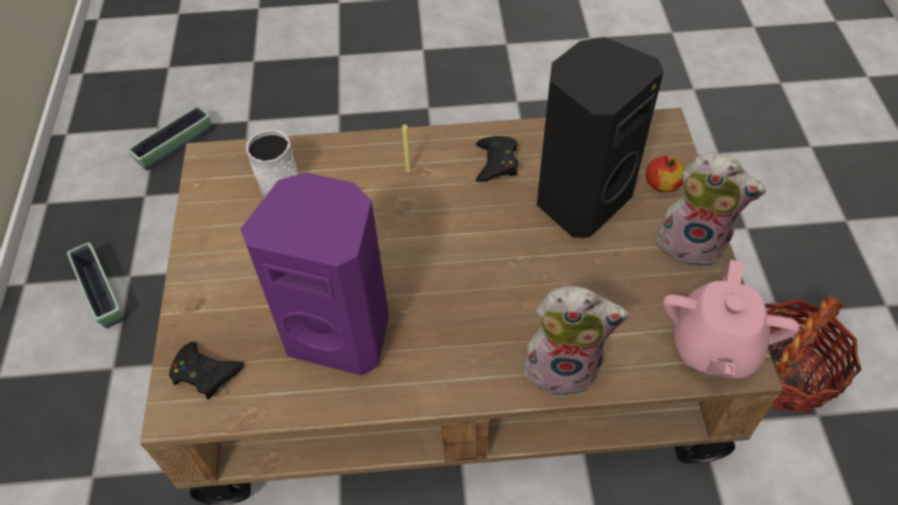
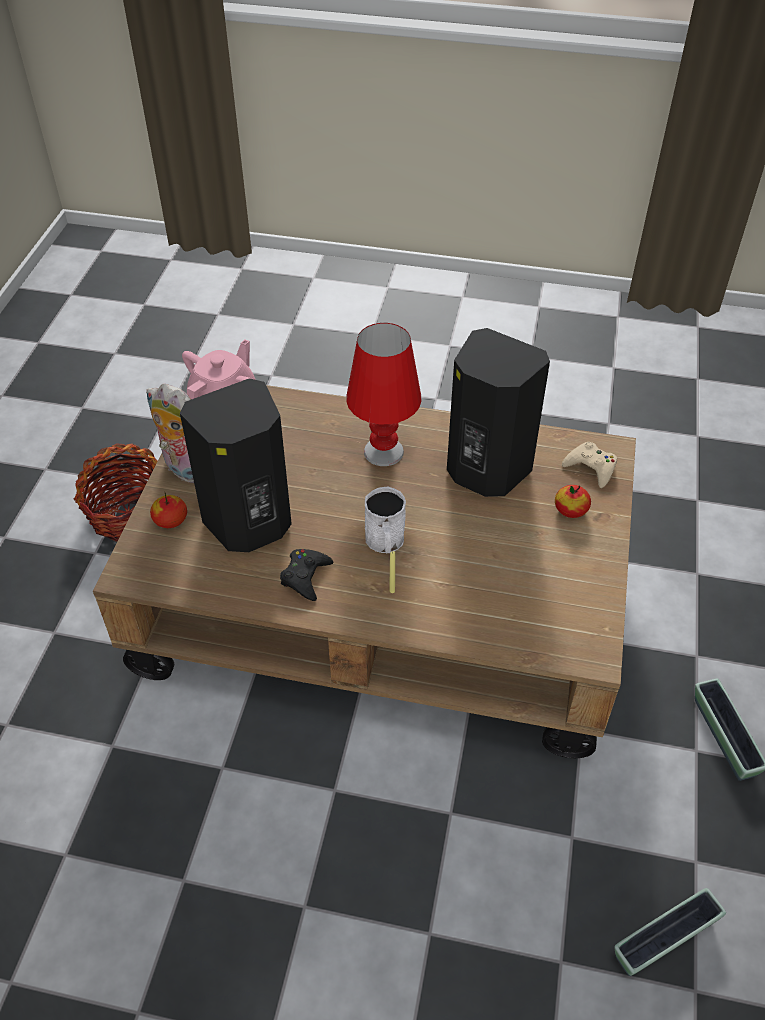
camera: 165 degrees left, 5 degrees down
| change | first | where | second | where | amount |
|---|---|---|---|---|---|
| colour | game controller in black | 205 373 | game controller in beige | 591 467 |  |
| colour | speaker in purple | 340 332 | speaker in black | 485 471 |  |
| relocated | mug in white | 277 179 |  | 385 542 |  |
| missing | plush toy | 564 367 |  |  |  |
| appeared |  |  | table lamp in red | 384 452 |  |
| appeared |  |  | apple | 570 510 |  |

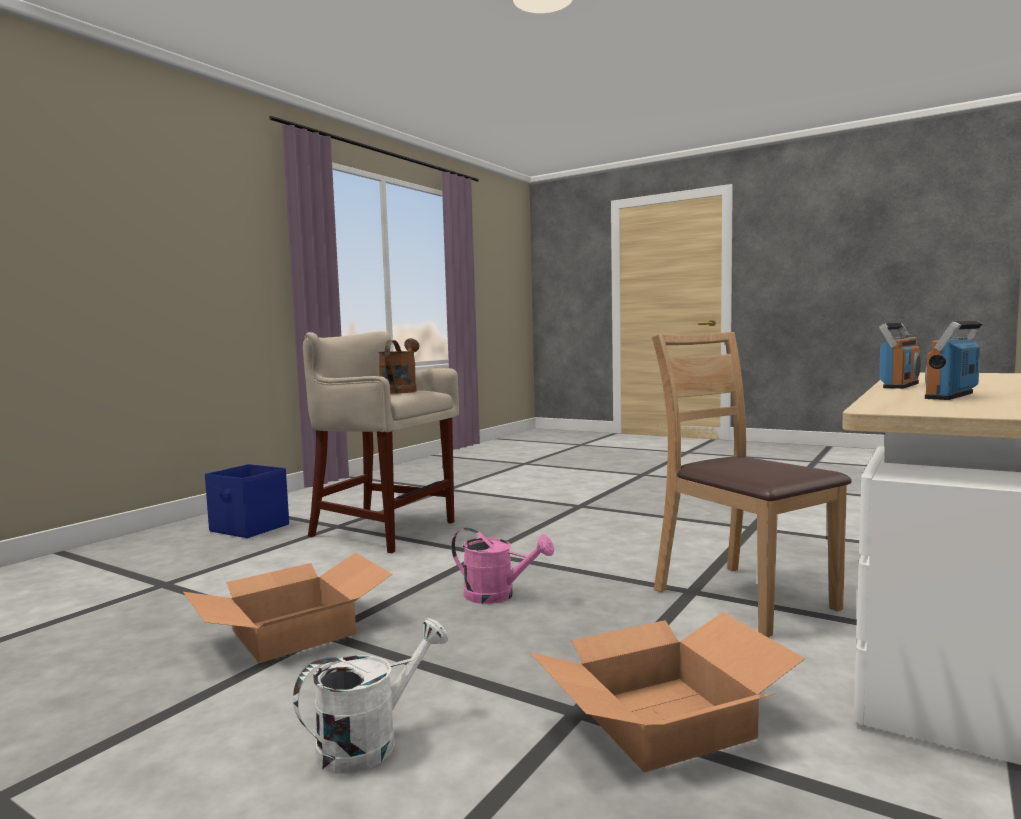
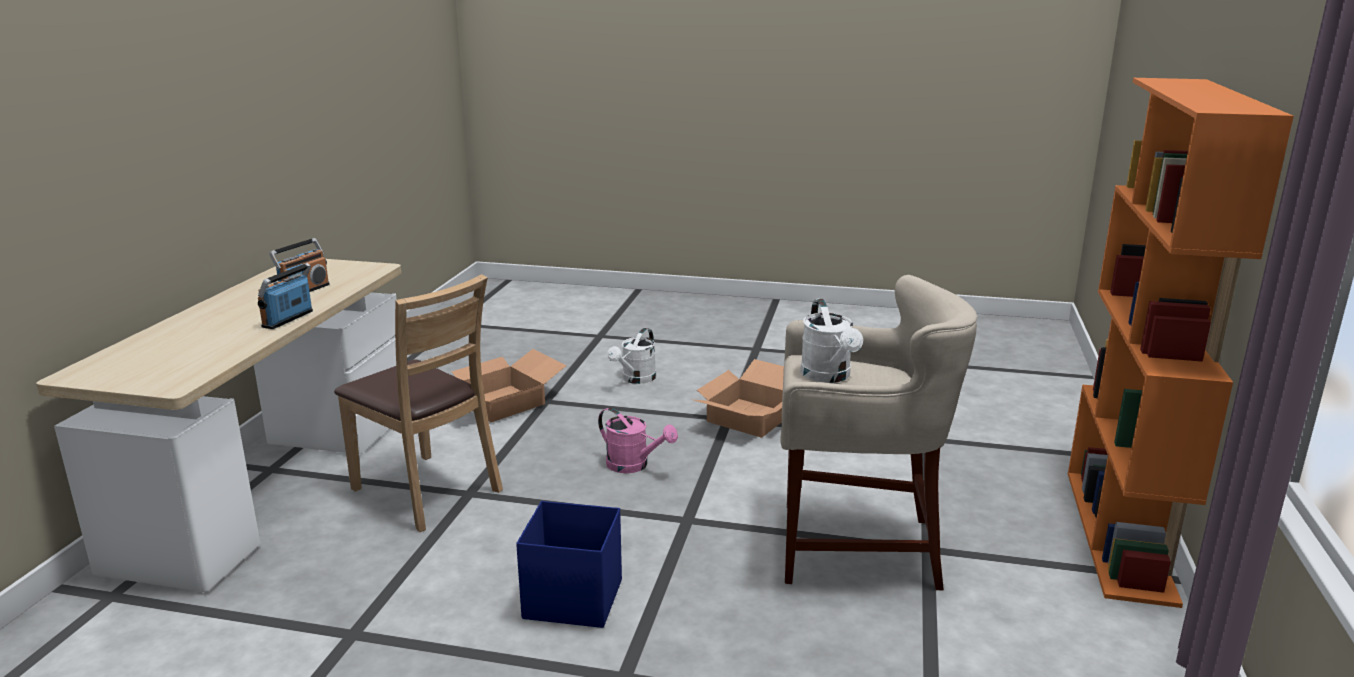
camera: 160 degrees right, 15 degrees up
| change | first | where | second | where | amount |
|---|---|---|---|---|---|
| relocated | storage box in blue | 250 528 |  | 572 599 |  |
| colour | watering can in brown | 400 391 | watering can in white | 829 376 |  |
| spun | watering can in pink | 498 595 |  | 634 465 | 150 degrees counterclockwise |
| appeared |  |  | bookcase in orange | 1120 534 |  |

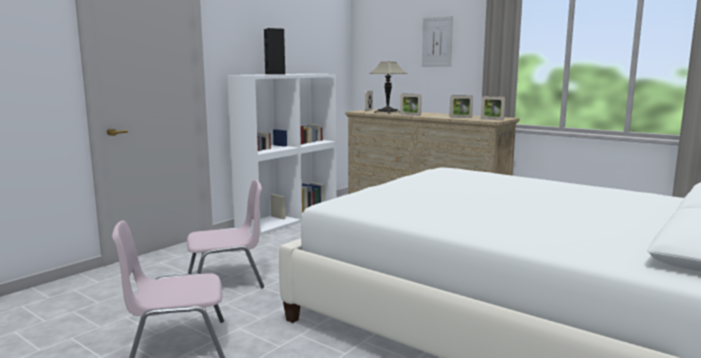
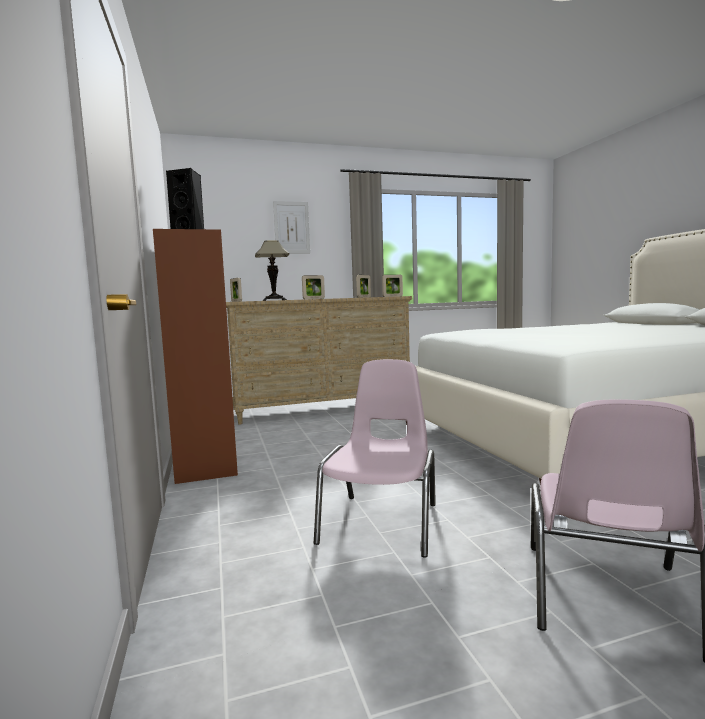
camera: 55 degrees left, 5 degrees down
| change | first | where | second | where | amount |
|---|---|---|---|---|---|
| colour | bookcase in white | 288 219 | bookcase in brown | 206 451 |  |

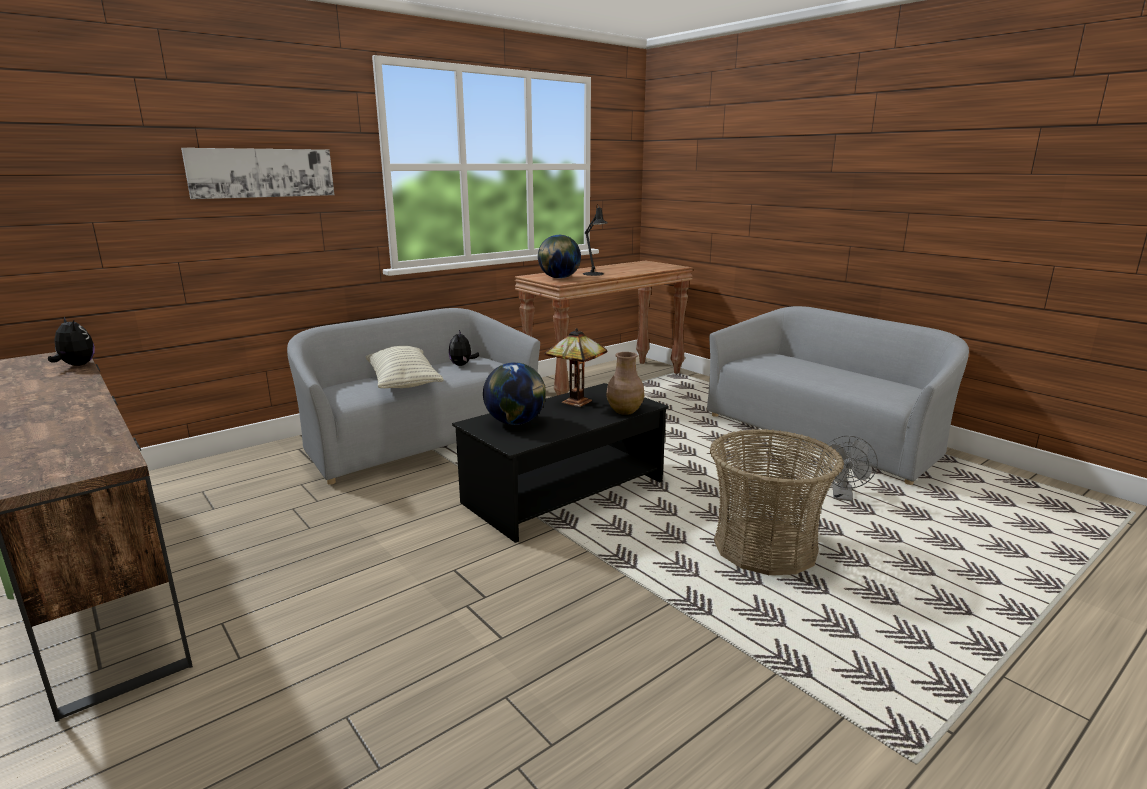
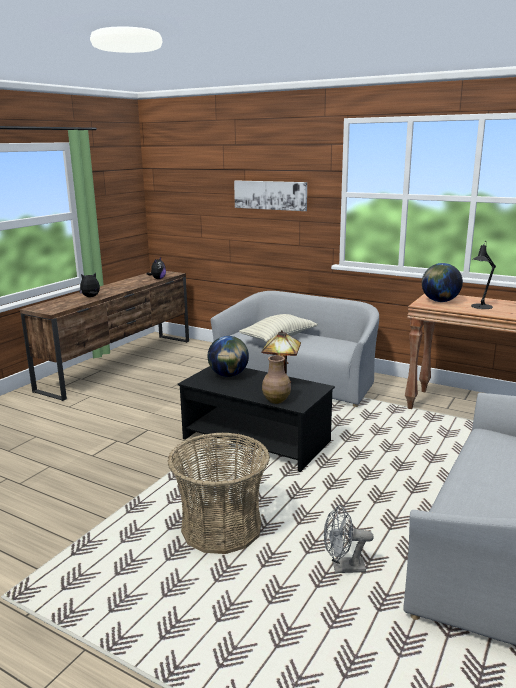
camera: 70 degrees right, 0 degrees up
| change | first | where | second | where | amount |
|---|---|---|---|---|---|
| relocated | plush toy | 462 365 |  | 91 297 |  |

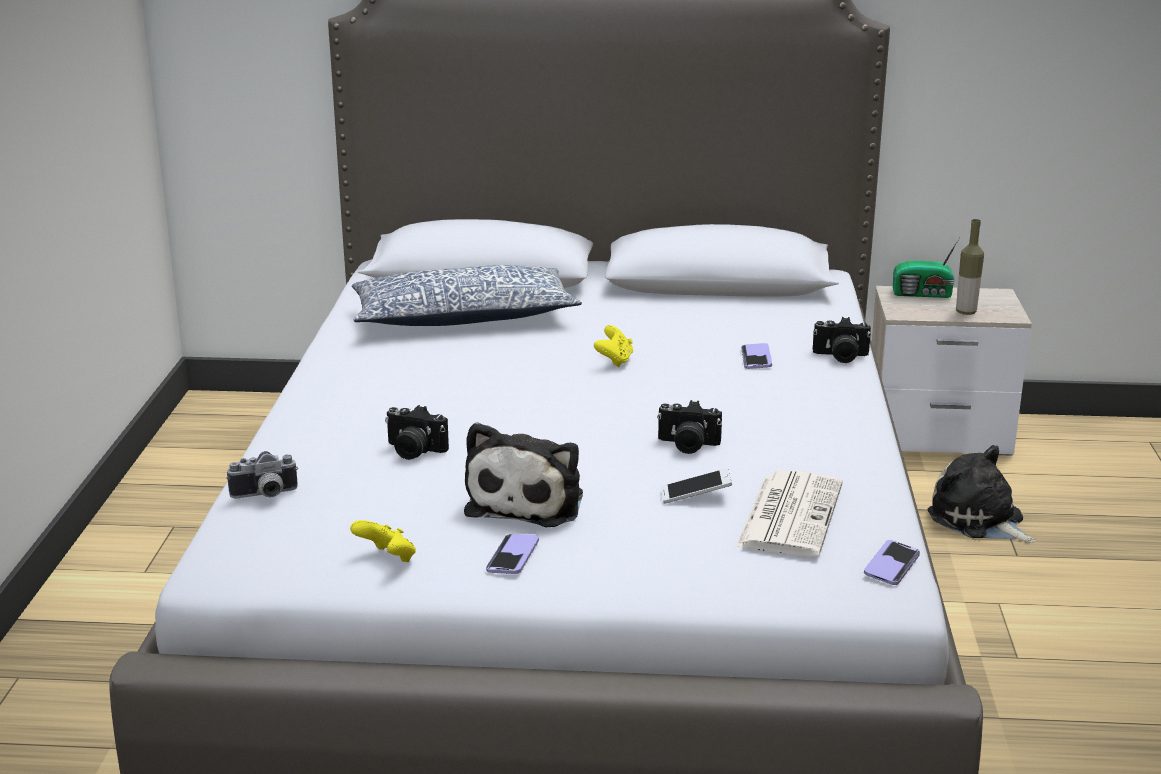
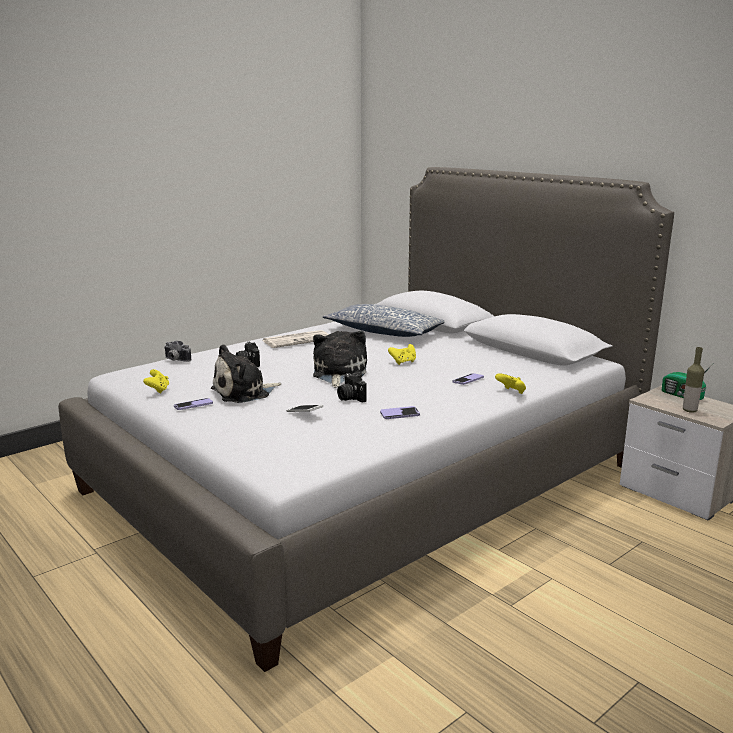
camera: 45 degrees right, 5 degrees down
| change | first | where | second | where | amount |
|---|---|---|---|---|---|
| relocated | newspaper | 789 514 |  | 297 340 |  |
| exchanged | photo camera | 840 357 | game controller in yellow | 511 392 |  |
| relocated | phone | 892 565 |  | 400 414 |  |
| relocated | plush toy | 979 520 |  | 338 373 |  |

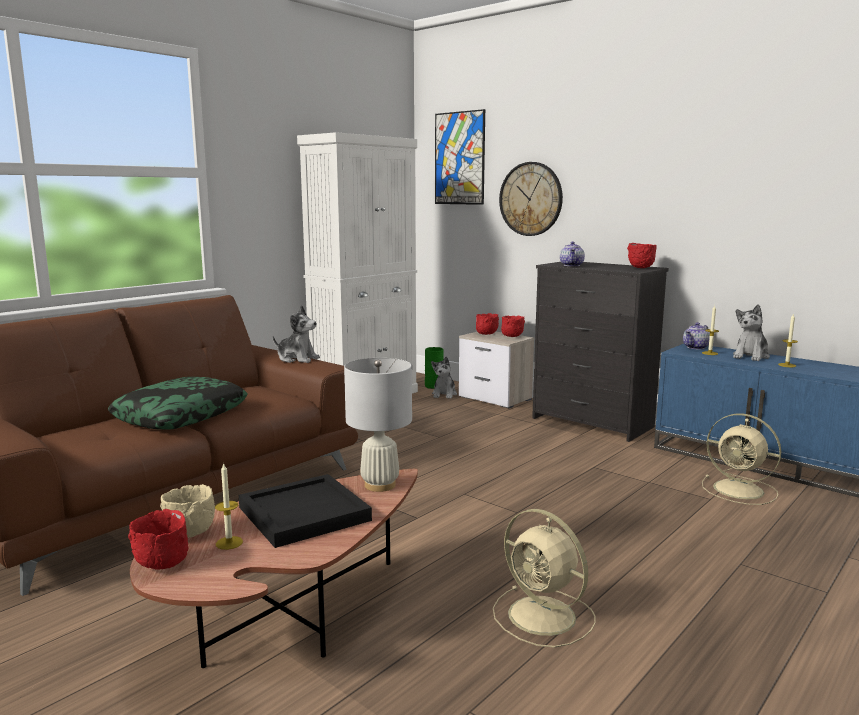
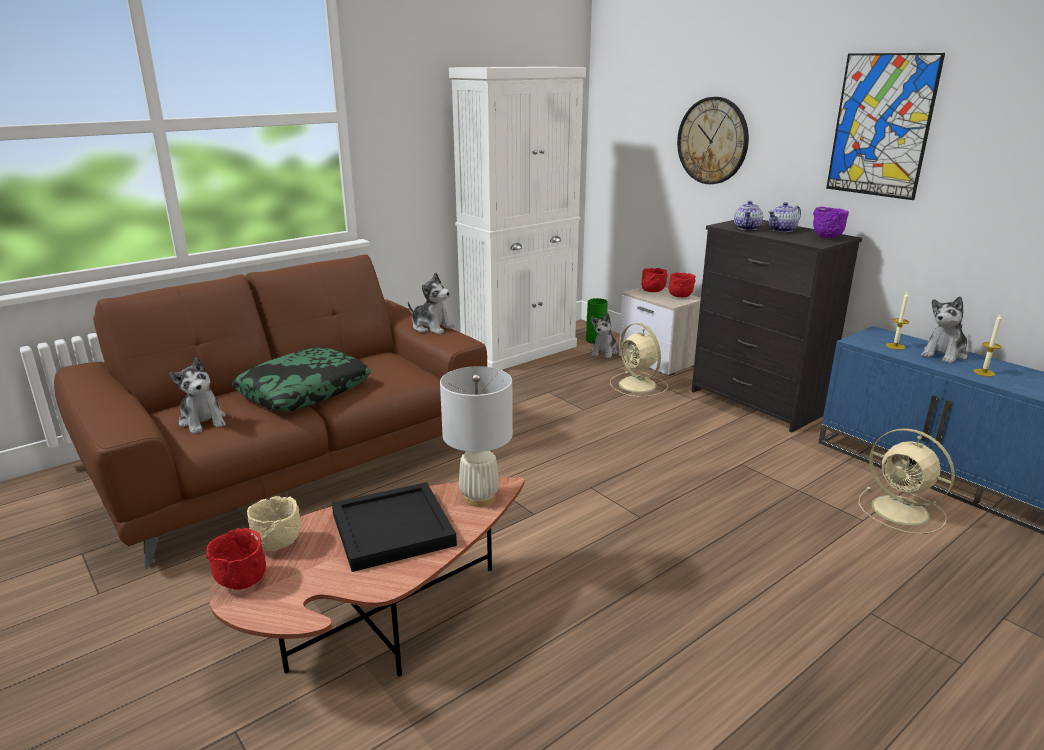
camera: 10 degrees right, 10 degrees up
| change | first | where | second | where | amount |
|---|---|---|---|---|---|
| missing | candle | 229 543 |  |  |  |
| relocated | picture | 459 158 |  | 881 126 |  |
| relocated | fan in beige | 544 617 |  | 638 385 |  |
| colour | bowl in red | 640 268 | bowl in purple | 826 238 |  |
| relocated | teapot | 696 347 |  | 782 230 |  |
| appeared |  |  | plush toy | 203 421 |  |

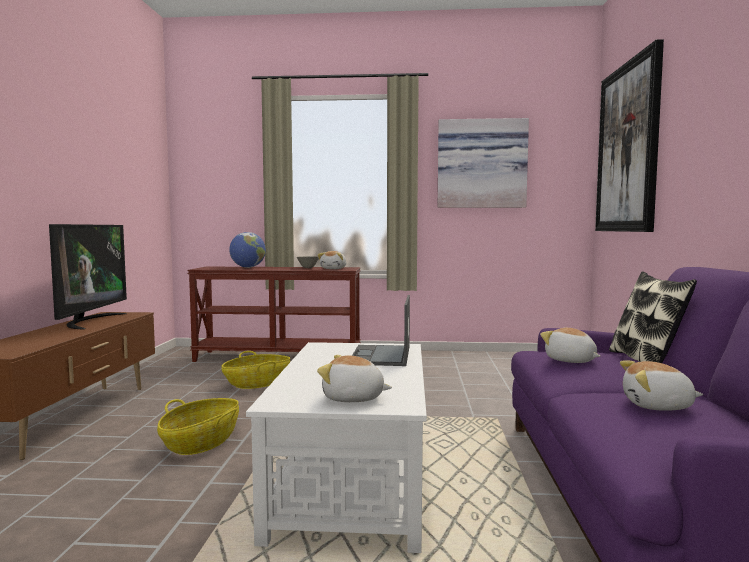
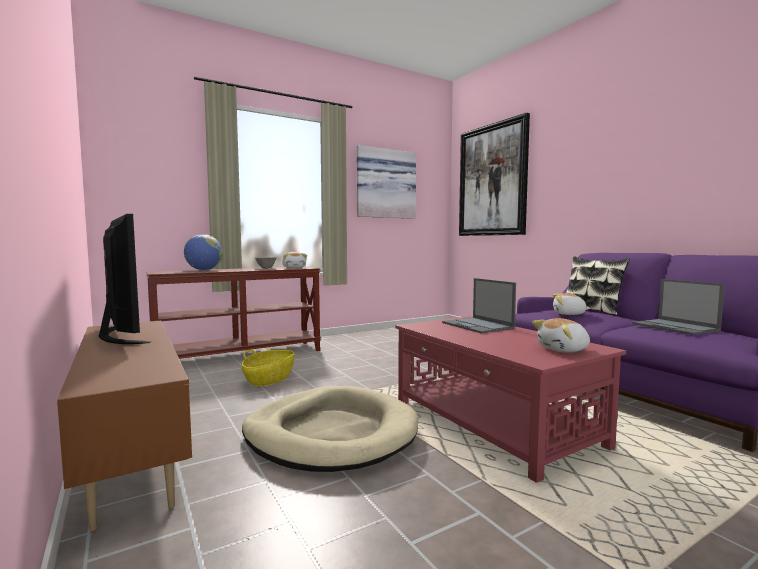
camera: 35 degrees left, 0 degrees up
| change | first | where | second | where | amount |
|---|---|---|---|---|---|
| exchanged | basket | 201 442 | dog bed in beige | 331 433 |  |
| colour | coffee table in white | 352 480 | coffee table in red | 493 424 |  |
| exchanged | plush toy | 657 406 | laptop | 676 327 |  |

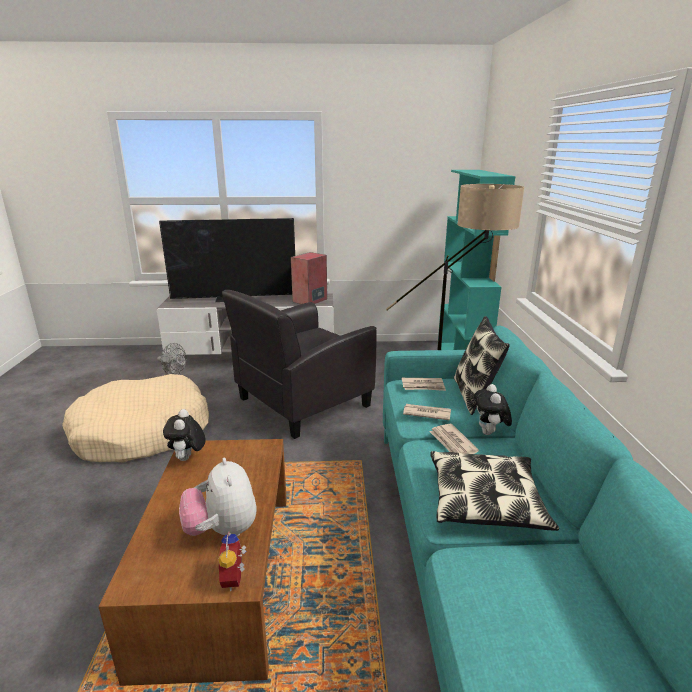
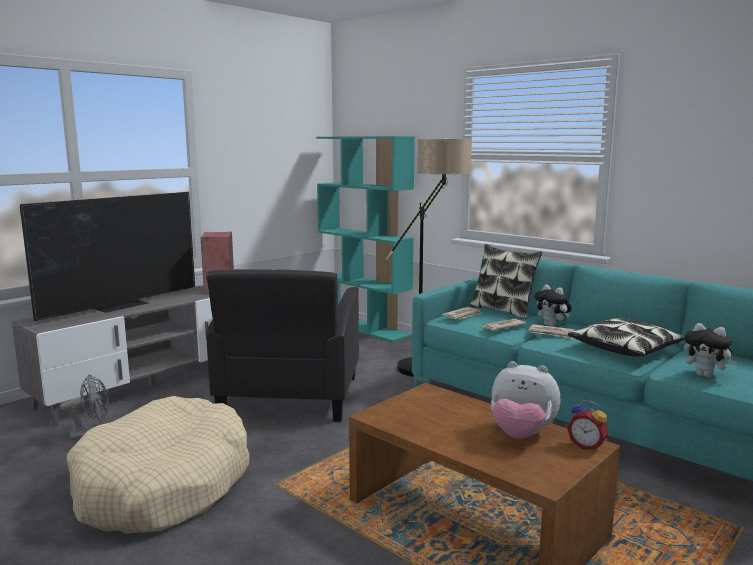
camera: 45 degrees left, 10 degrees down
| change | first | where | second | where | amount |
|---|---|---|---|---|---|
| relocated | plush toy | 187 458 |  | 706 375 |  |

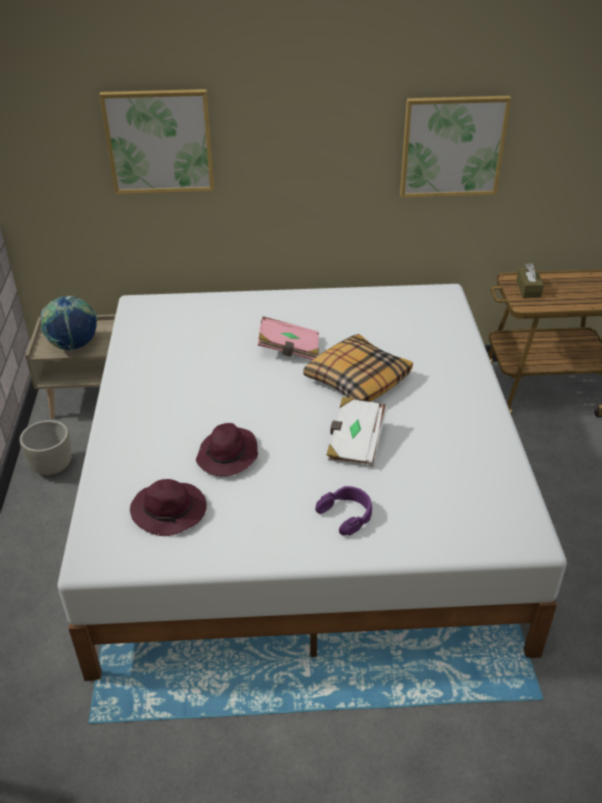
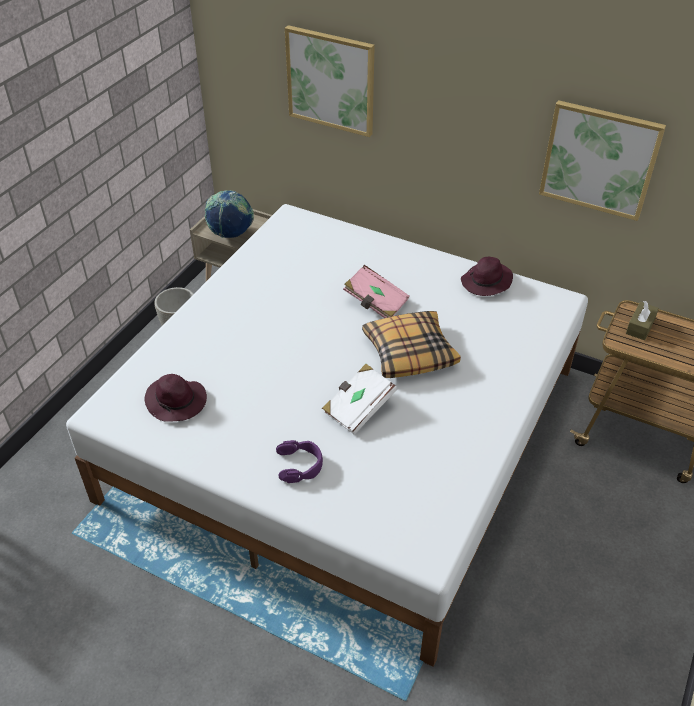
camera: 30 degrees right, 5 degrees up
| change | first | where | second | where | amount |
|---|---|---|---|---|---|
| relocated | hat in purple | 228 456 |  | 486 282 |  |

